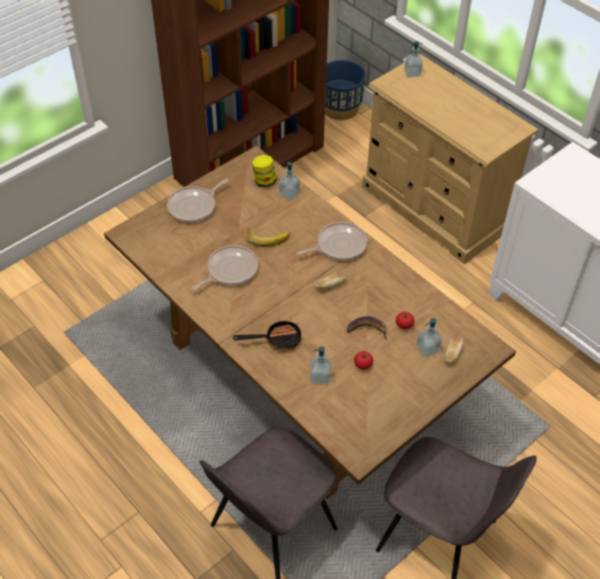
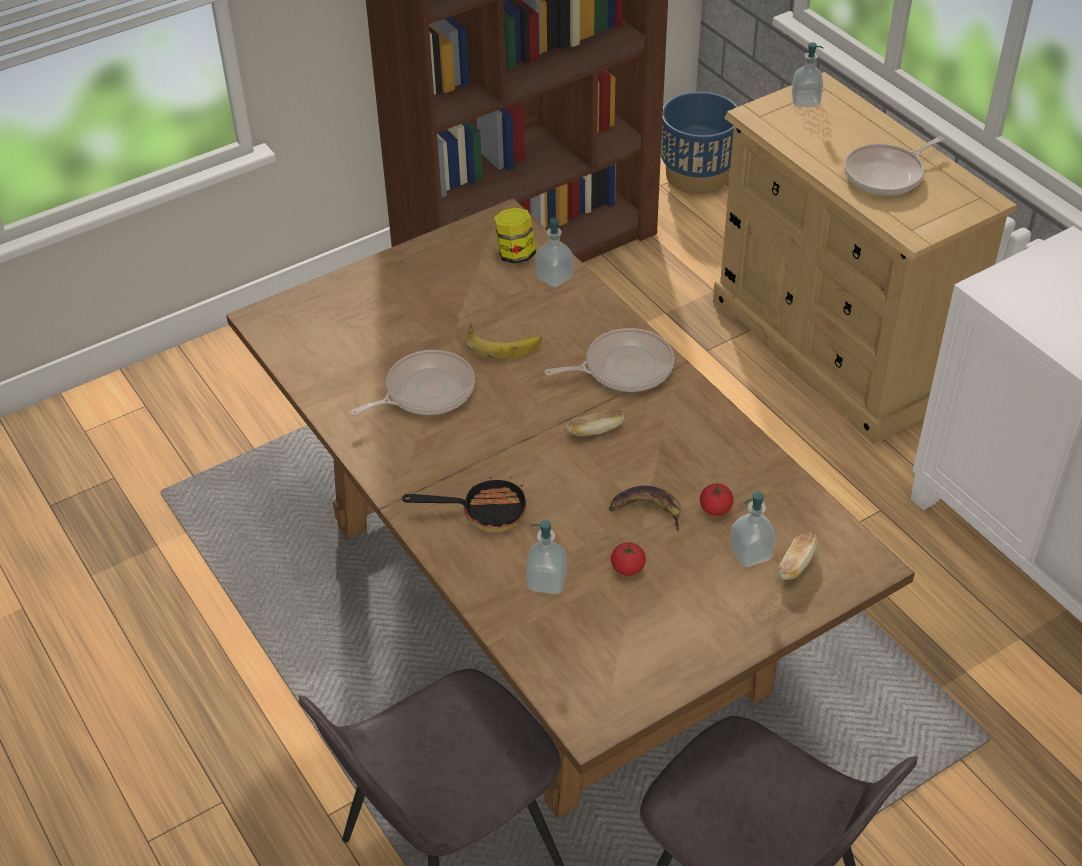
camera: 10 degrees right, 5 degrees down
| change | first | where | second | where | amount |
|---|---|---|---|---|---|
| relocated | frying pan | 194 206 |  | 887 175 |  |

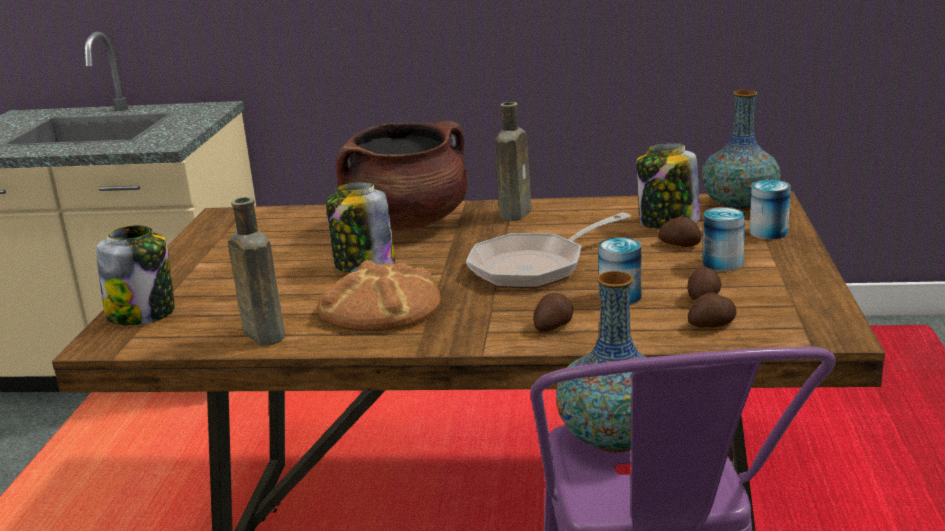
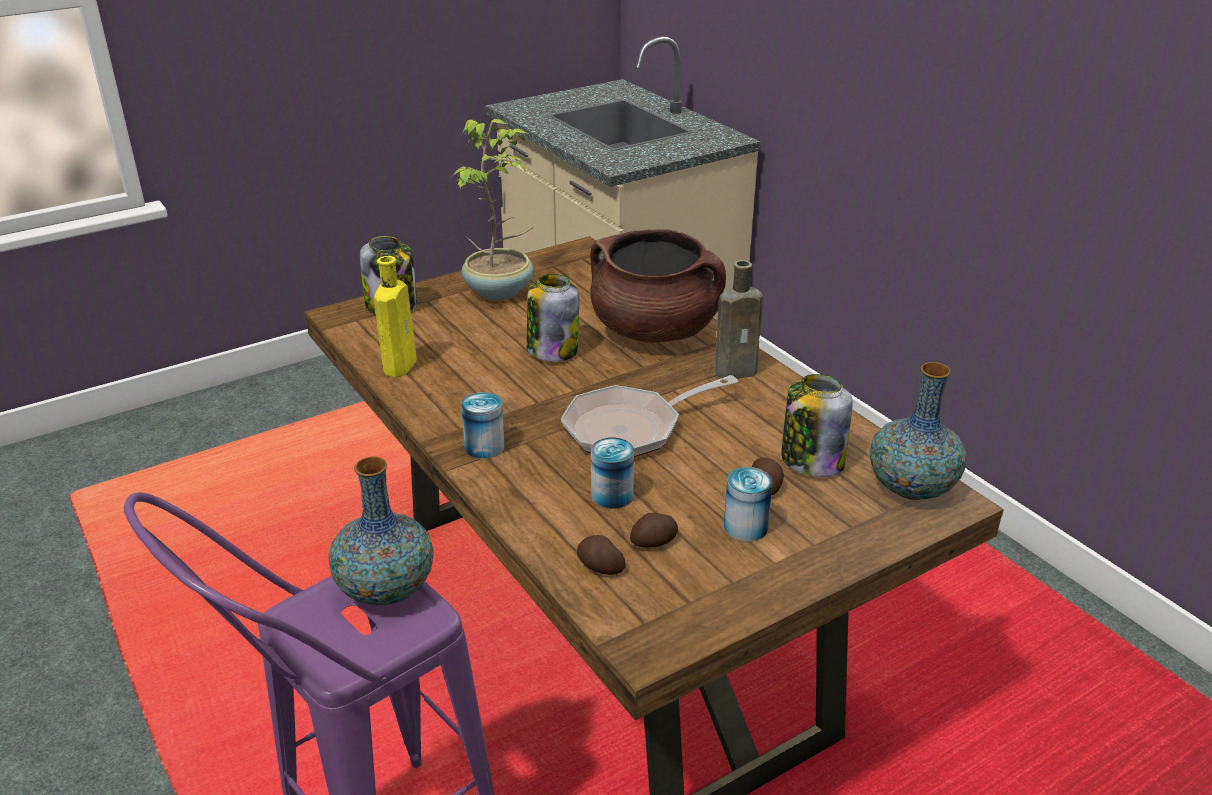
camera: 50 degrees right, 10 degrees up
| change | first | where | second | where | amount |
|---|---|---|---|---|---|
| colour | bottle in brown | 262 334 | bottle in yellow | 401 364 |  |
| missing | bread | 380 307 |  |  |  |
| spun | frying pan | 535 267 |  | 631 428 | 45 degrees counterclockwise |
| missing | potato | 552 325 |  |  |  |
| relocated | can | 768 232 |  | 484 447 |  |
| appeared |  |  | potted plant | 500 291 |  |

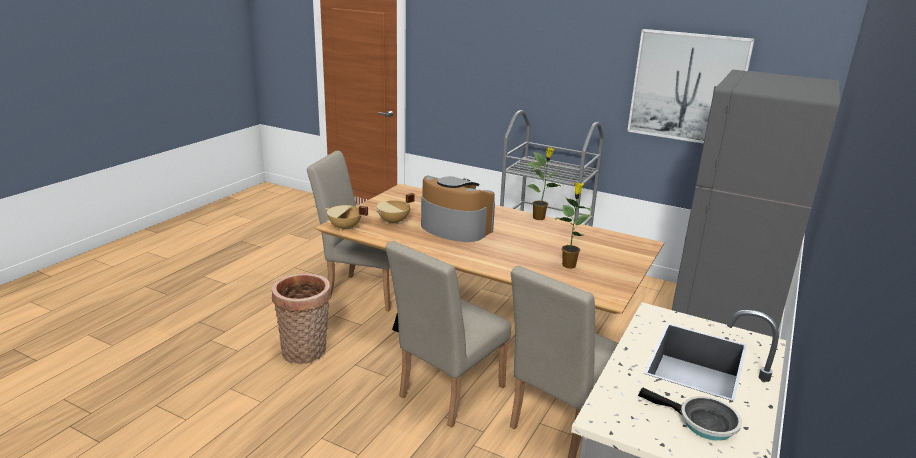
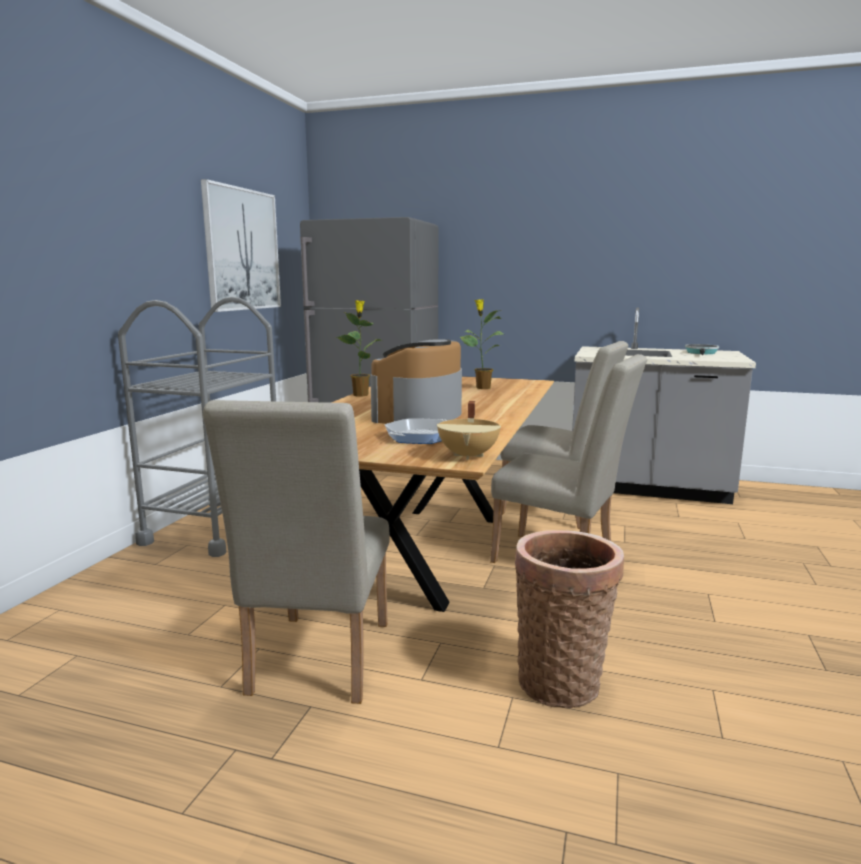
camera: 100 degrees left, 10 degrees down
| change | first | where | second | where | amount |
|---|---|---|---|---|---|
| exchanged | cooking pot in beige | 394 222 | frying pan | 419 437 |  |

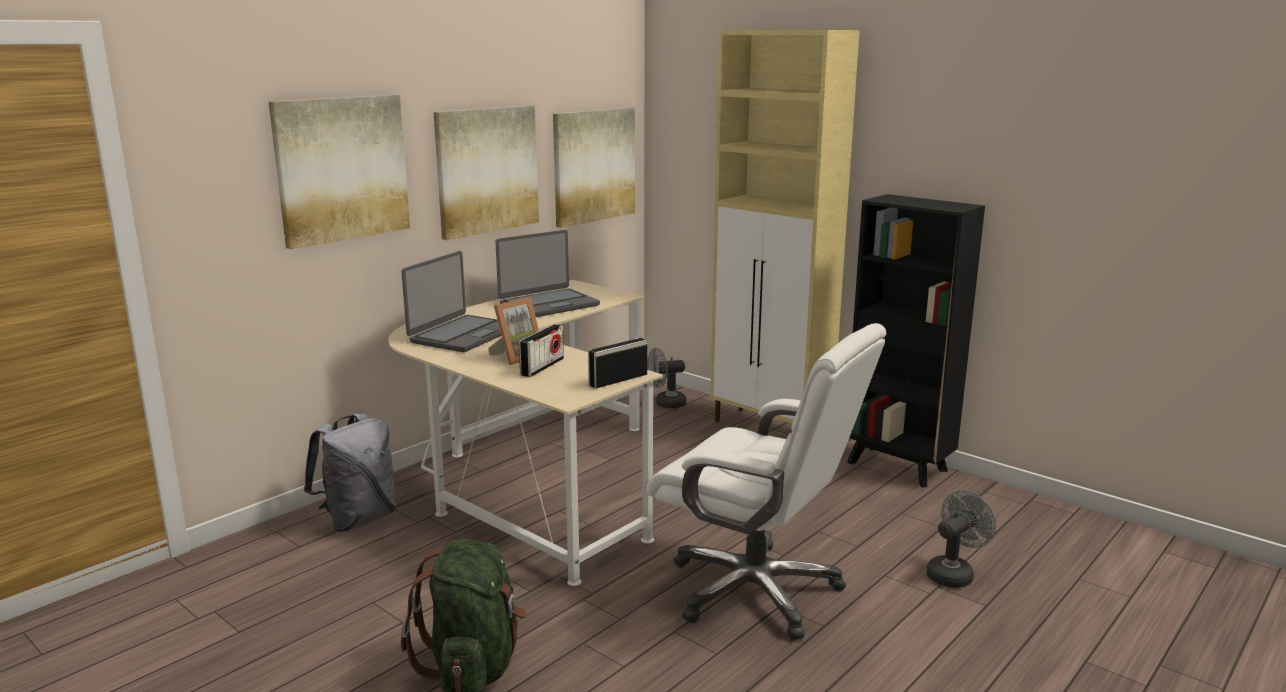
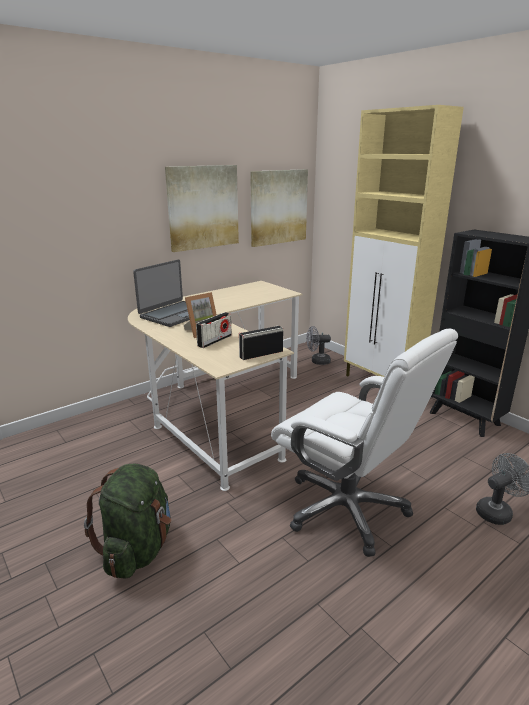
camera: 10 degrees right, 5 degrees up
| change | first | where | second | where | amount |
|---|---|---|---|---|---|
| missing | picture | 341 169 |  |  |  |
| missing | backpack in grey | 358 519 |  |  |  |
| missing | laptop | 548 304 |  |  |  |

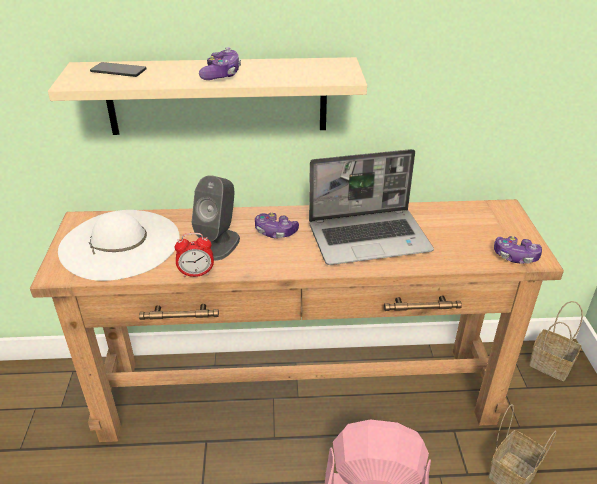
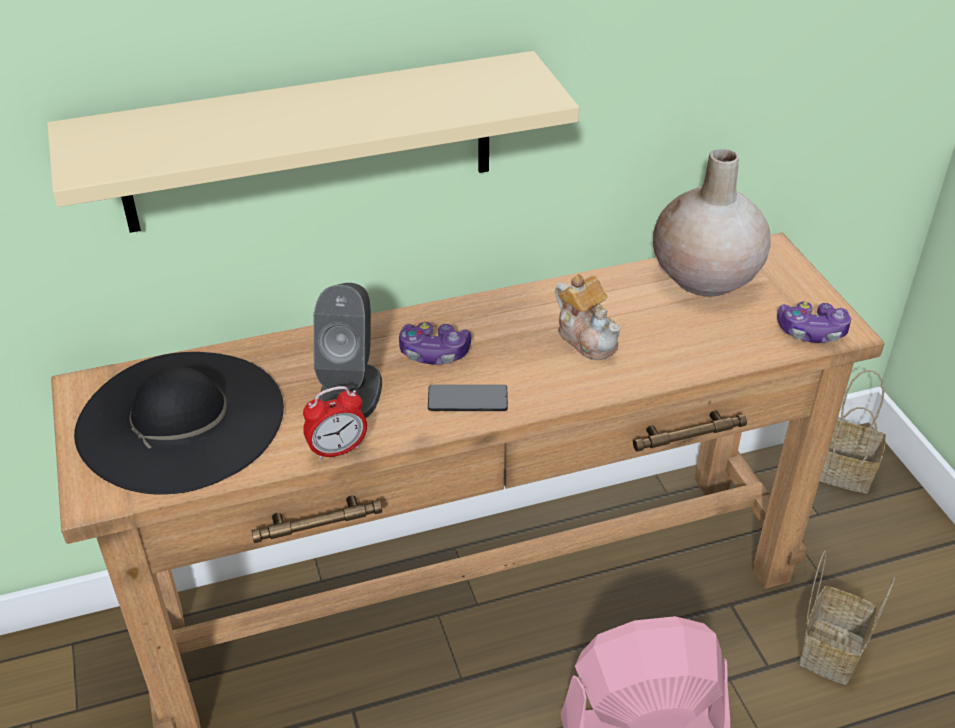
camera: 15 degrees left, 5 degrees up
| change | first | where | second | where | amount |
|---|---|---|---|---|---|
| colour | hat in white | 120 243 | hat in black | 181 419 |  |
| relocated | phone | 118 71 |  | 467 399 |  |
| missing | game controller | 221 74 |  |  |  |
| exchanged | laptop | 370 238 | teapot | 587 337 |  |
| appeared |  |  | vase in beige | 705 277 |  |

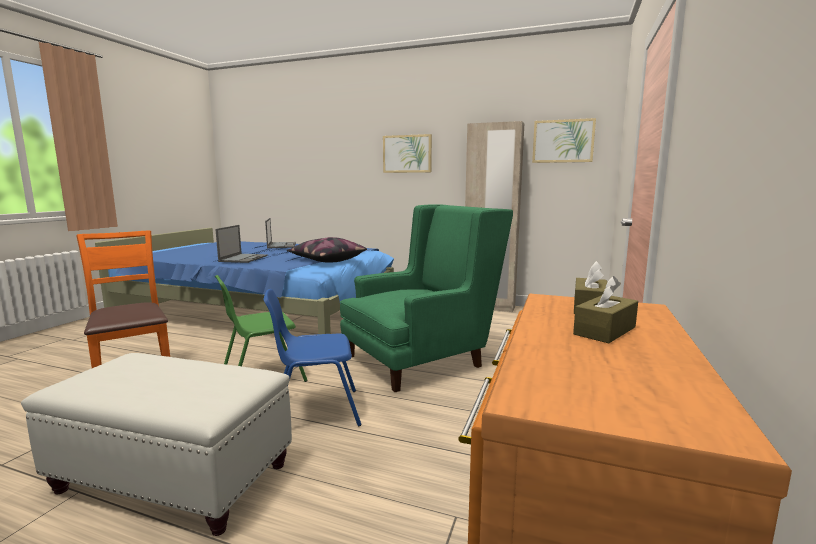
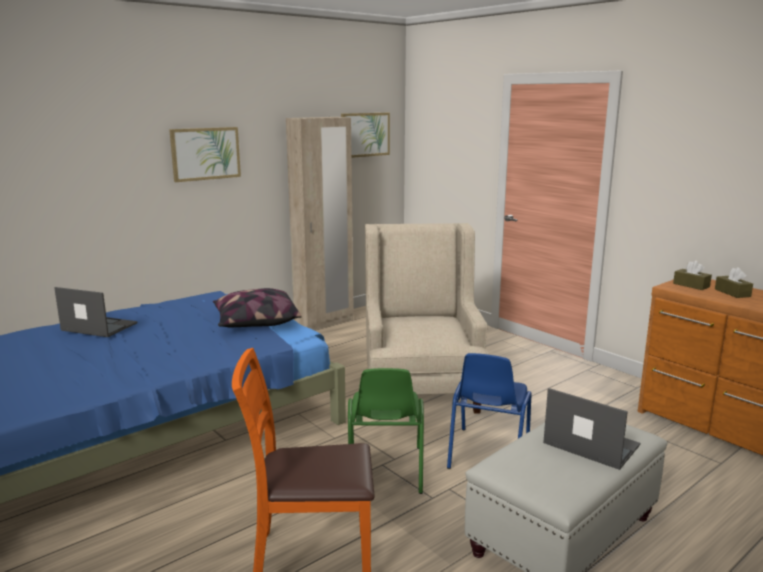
camera: 60 degrees left, 5 degrees up
| change | first | where | second | where | amount |
|---|---|---|---|---|---|
| relocated | laptop | 243 258 |  | 590 444 |  |
| colour | armchair in green | 422 358 | armchair in beige | 420 385 |  |

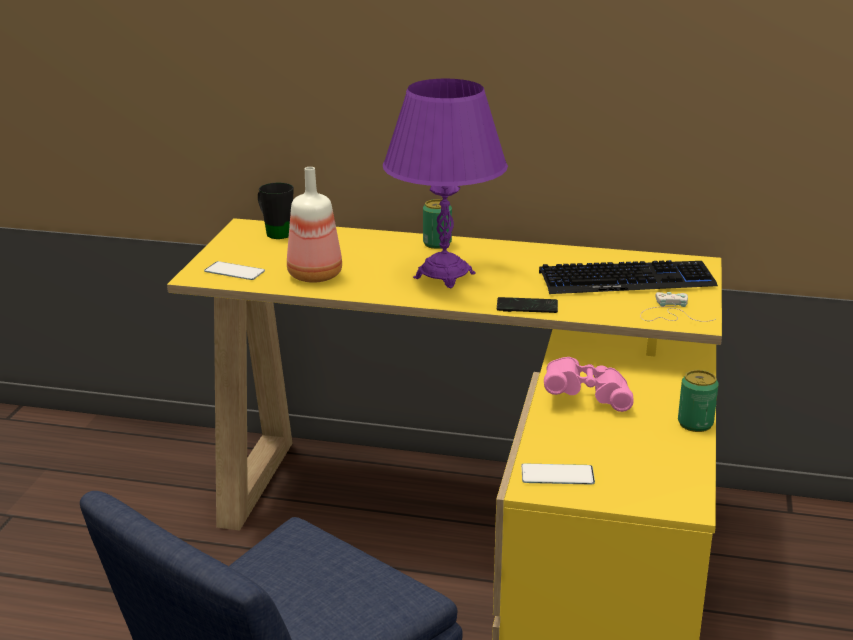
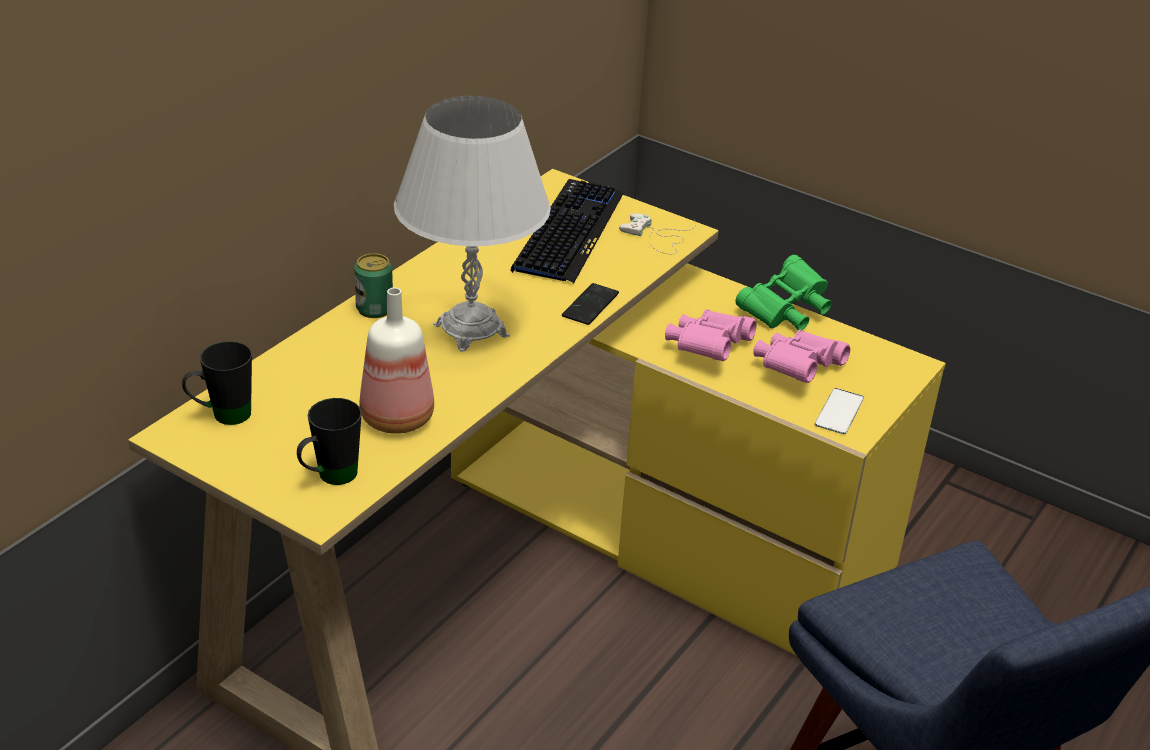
camera: 70 degrees left, 10 degrees up
| change | first | where | second | where | amount |
|---|---|---|---|---|---|
| exchanged | phone | 234 271 | mug in black | 329 478 |  |
| colour | table lamp in purple | 444 276 | table lamp in white | 471 330 |  |
| exchanged | can | 695 423 | binoculars in green | 785 311 |  |
| appeared |  |  | binoculars in pink | 796 369 |  |

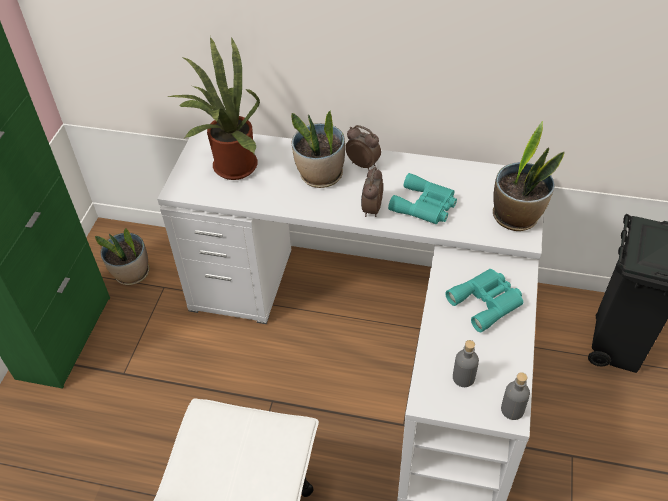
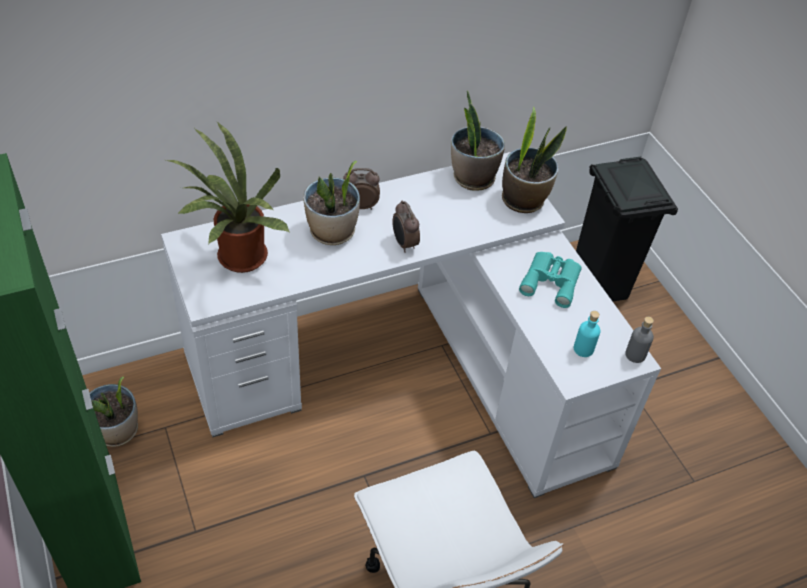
camera: 40 degrees left, 0 degrees up
| change | first | where | second | where | amount |
|---|---|---|---|---|---|
| missing | binoculars in turquoise | 425 206 |  |  |  |
| colour | bottle in grey | 463 378 | bottle in turquoise | 583 349 |  |
| appeared |  |  | potted plant | 472 178 |  |

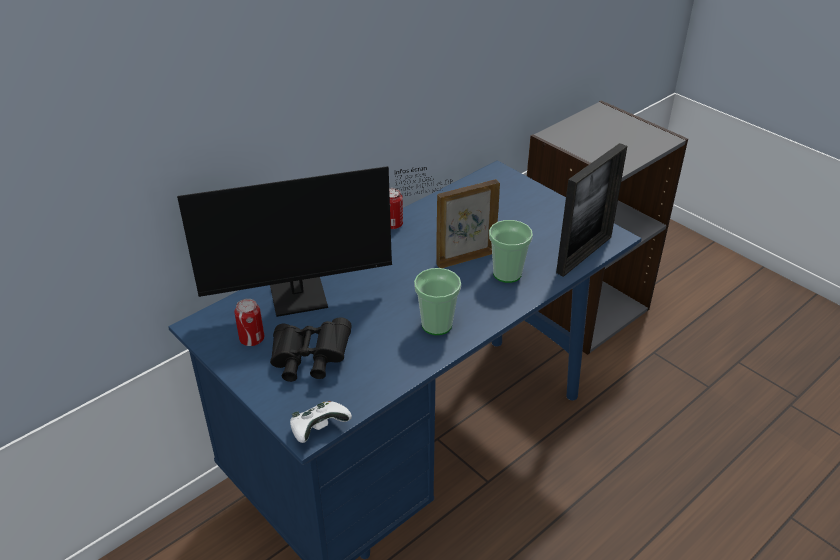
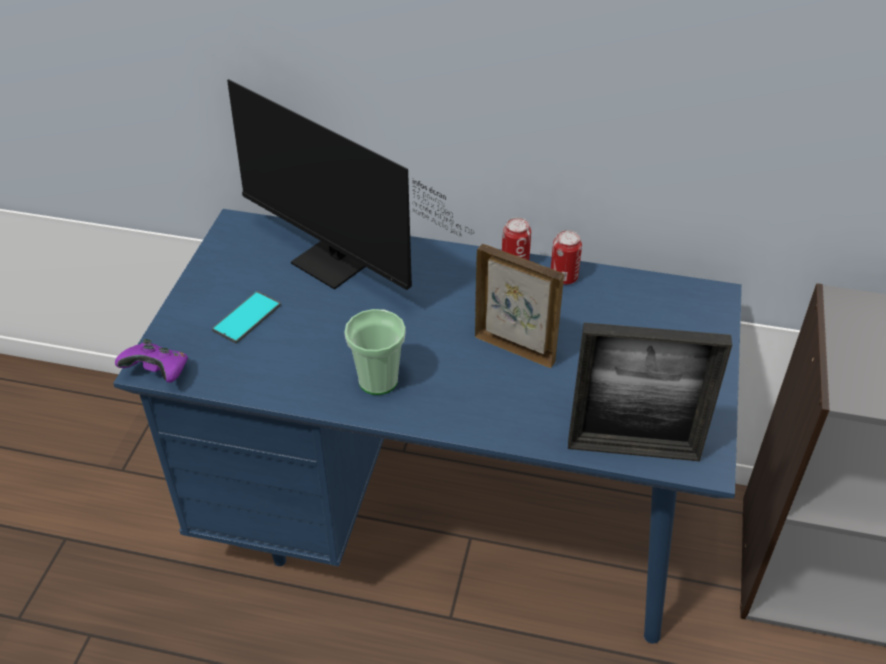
camera: 55 degrees right, 5 degrees up
| change | first | where | second | where | amount |
|---|---|---|---|---|---|
| relocated | can | 252 339 |  | 563 277 |  |
| exchanged | binoculars in black | 309 361 | phone | 247 318 |  |
| colour | game controller in white | 319 430 | game controller in purple | 159 373 |  |
| missing | cup | 507 274 |  |  |  |

